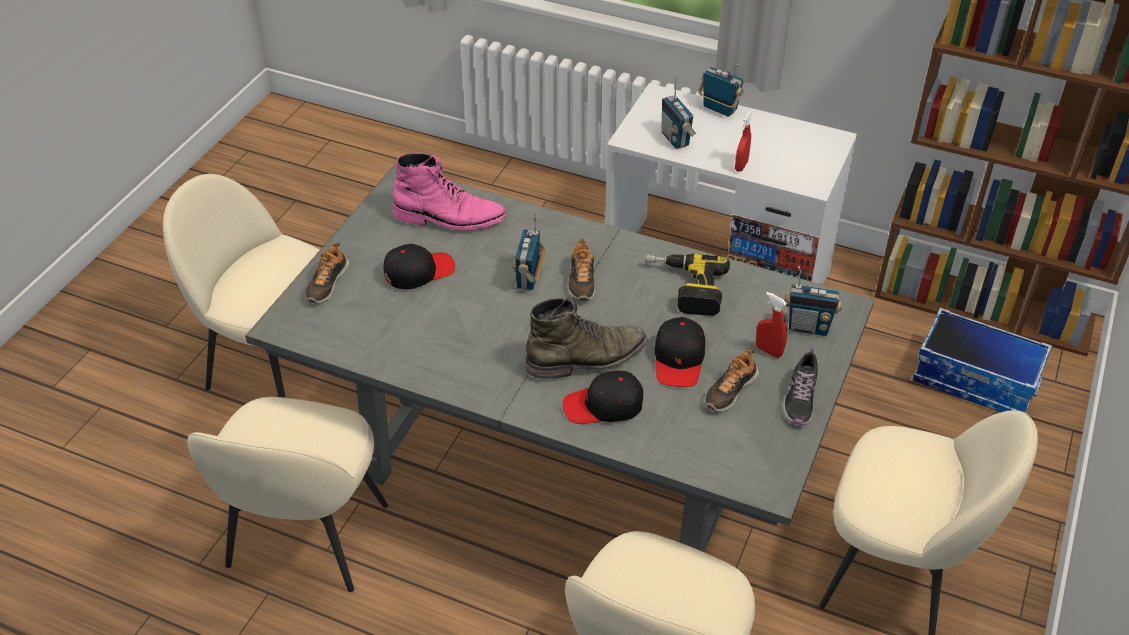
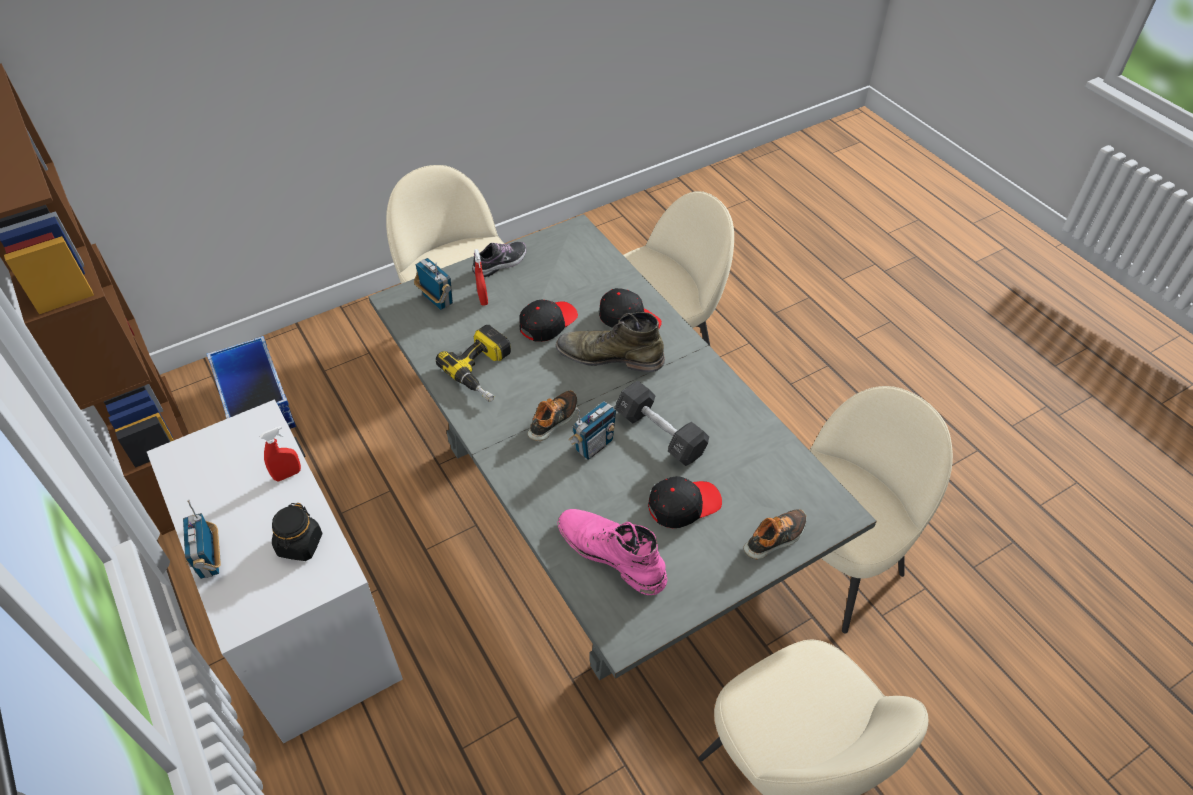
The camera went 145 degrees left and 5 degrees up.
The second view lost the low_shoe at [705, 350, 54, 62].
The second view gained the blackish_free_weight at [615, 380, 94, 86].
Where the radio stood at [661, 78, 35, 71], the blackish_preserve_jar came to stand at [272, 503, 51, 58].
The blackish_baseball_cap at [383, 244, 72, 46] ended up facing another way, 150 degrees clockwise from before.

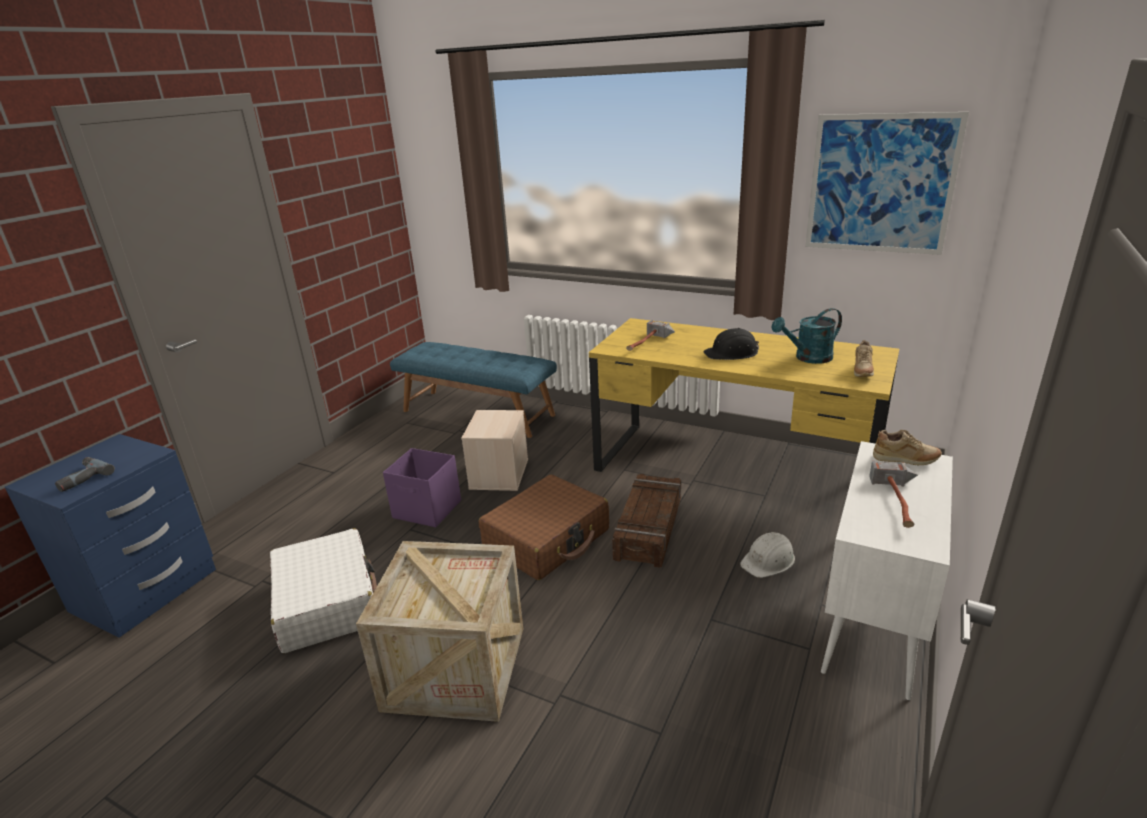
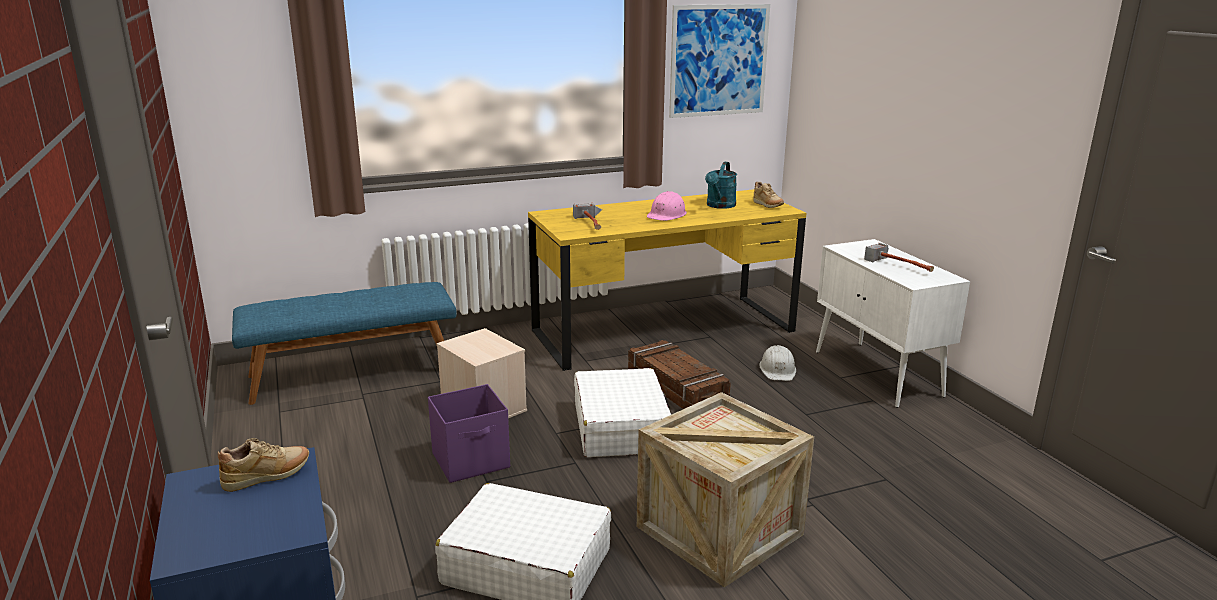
The camera went 50 degrees left and 5 degrees down.
The second view lost the electric_drill at [55, 457, 60, 35].
The beige-coloured_low_shoe ended up elsewhere, having gone from [873, 430, 69, 35] to [218, 438, 91, 54].
What was the brown_travel_case at [479, 475, 130, 105] turned into the white_travel_case at [574, 368, 97, 89].
What was the blackish_work_helmet at [703, 328, 56, 32] turned into the pinkish_work_helmet at [647, 191, 40, 30].

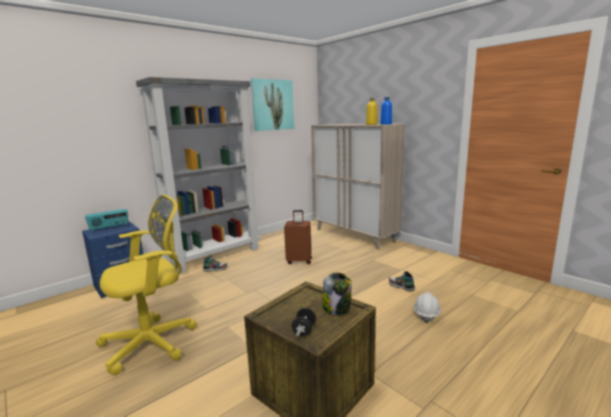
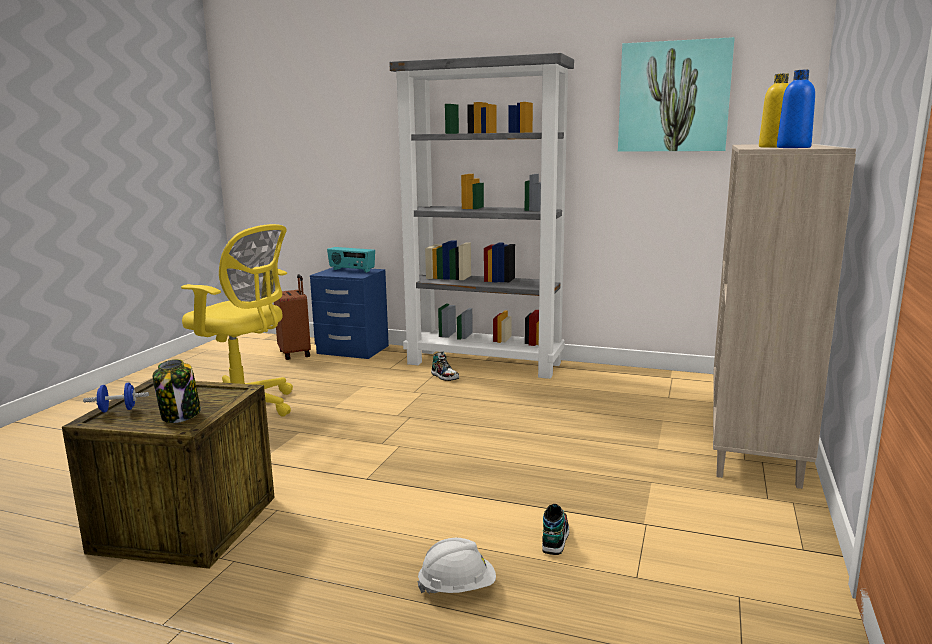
The camera went 60 degrees right and 0 degrees up.
The brown_travel_case ended up elsewhere, having gone from [284, 210, 28, 54] to [274, 274, 37, 86].
What was the blackish_free_weight at [292, 308, 24, 28] turned into the blue-coloured_free_weight at [83, 383, 66, 30].

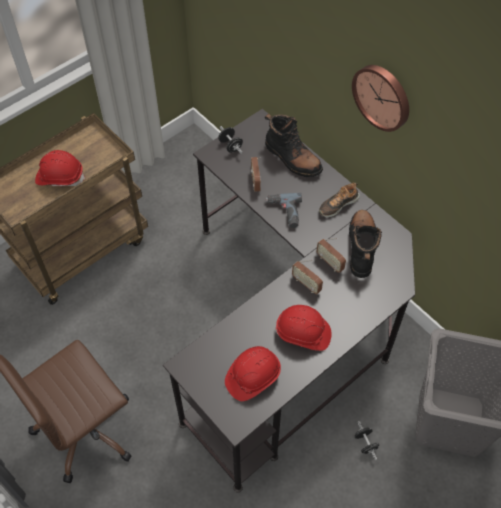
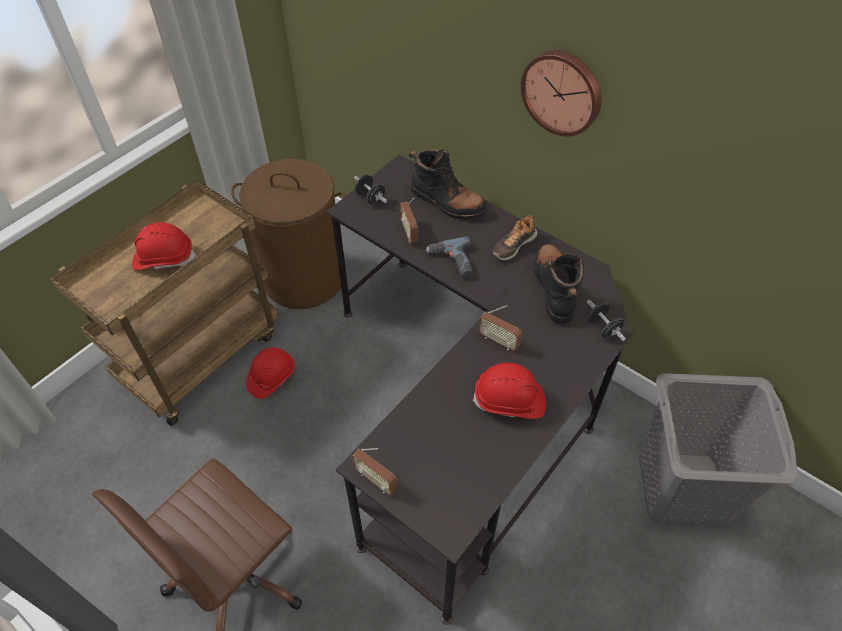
The camera went 10 degrees left and 5 degrees down.
The second view gained the brown_laundry_basket at [231, 159, 114, 150].
The red-coloured_work_helmet ended up elsewhere, having gone from [225, 346, 56, 55] to [246, 347, 49, 52].
The radio ended up elsewhere, having gone from [316, 238, 30, 35] to [352, 448, 45, 47].
The blackish_free_weight ended up elsewhere, having gone from [355, 421, 24, 39] to [587, 300, 39, 41].

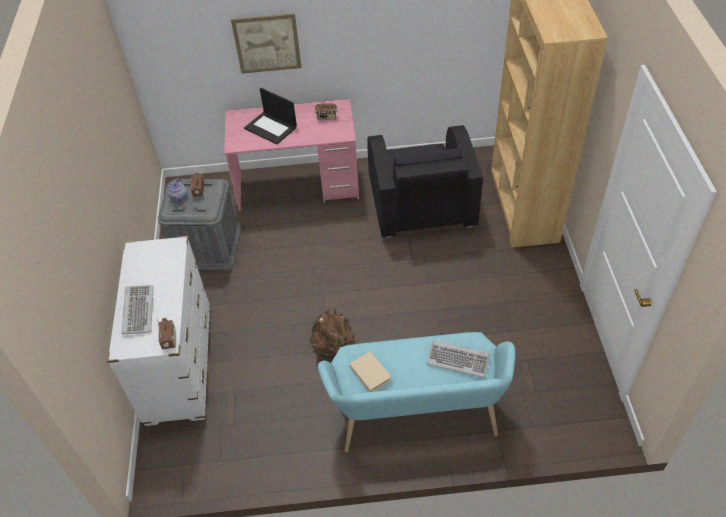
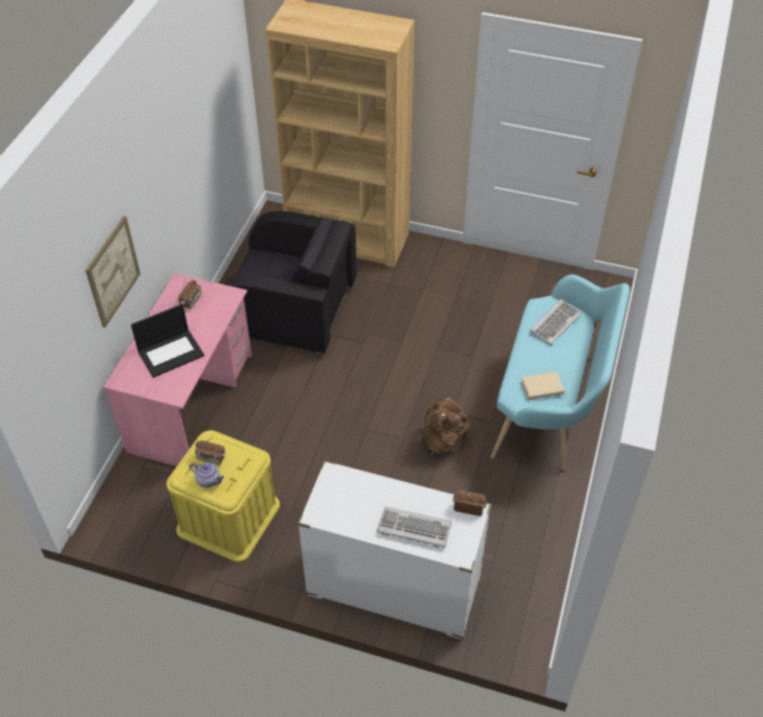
The camera went 70 degrees left and 0 degrees up.
What was the gray_storage_container at [158, 179, 83, 91] turned into the yellow-coloured_storage_container at [166, 430, 114, 132].

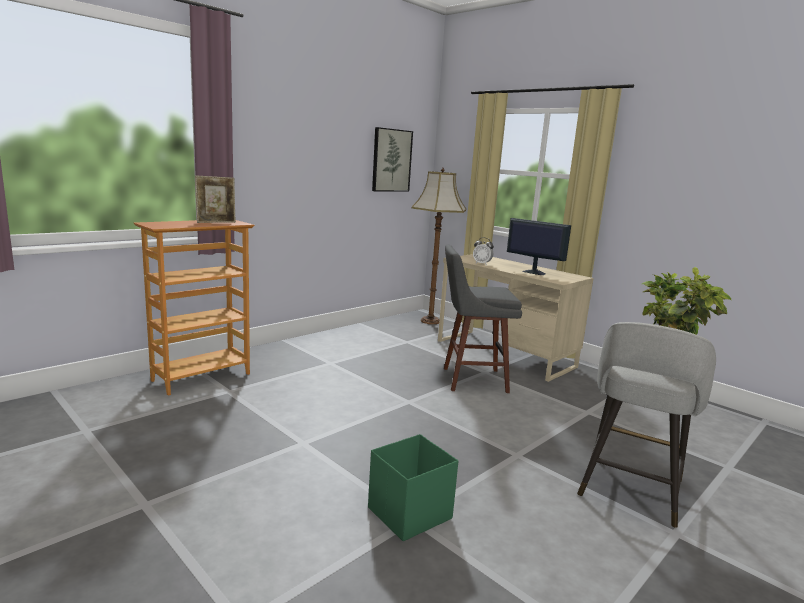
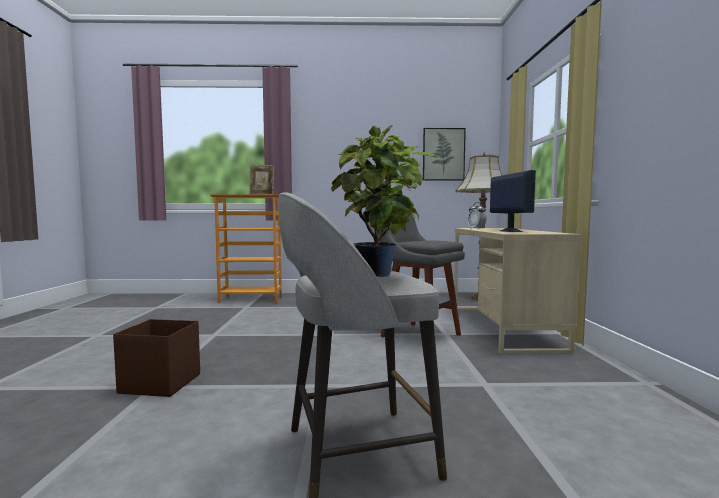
The camera went 45 degrees right and 10 degrees down.
What was the green-coloured_storage_container at [368, 434, 90, 107] turned into the brown_storage_container at [113, 319, 87, 78].

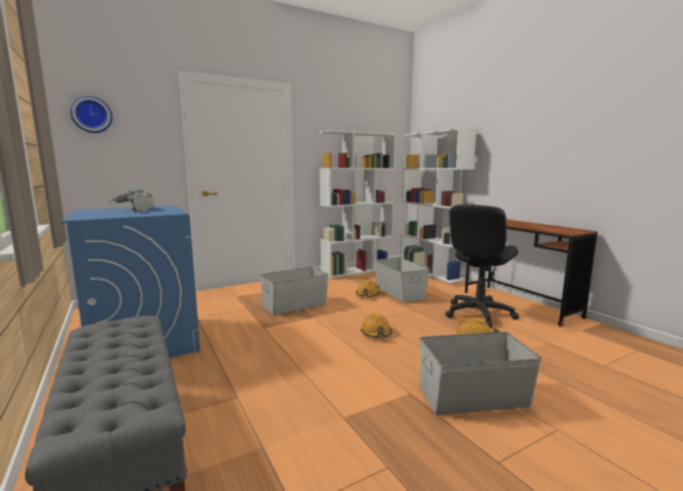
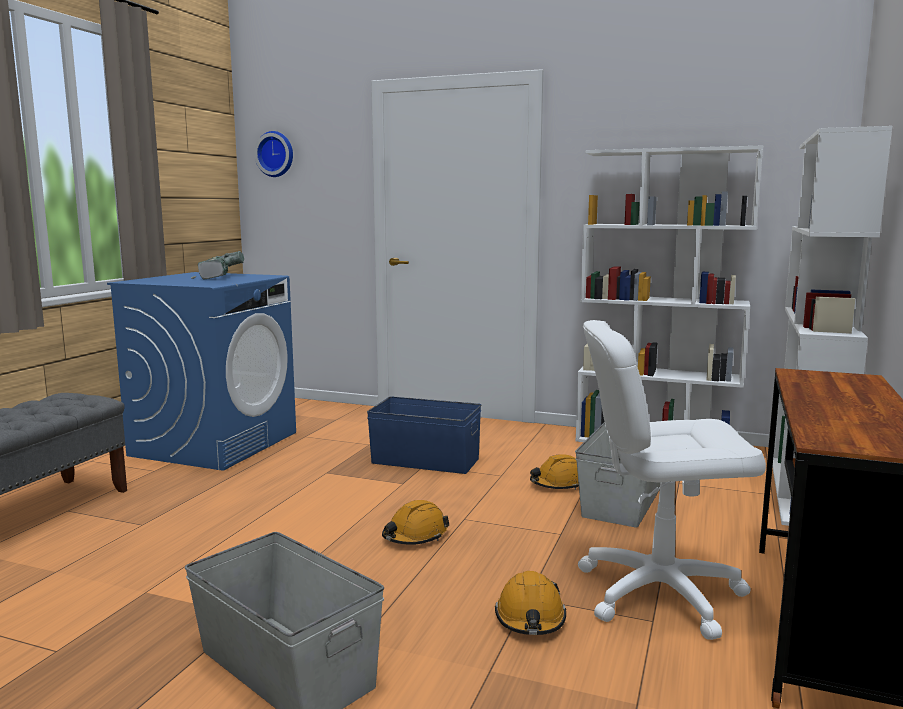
The camera went 50 degrees right and 0 degrees up.
What was the gray_storage_container at [260, 267, 68, 48] turned into the blue-coloured_storage_container at [367, 396, 114, 78].
What was the blackish_office_chair at [445, 204, 74, 124] turned into the white_office_chair at [578, 320, 188, 320].

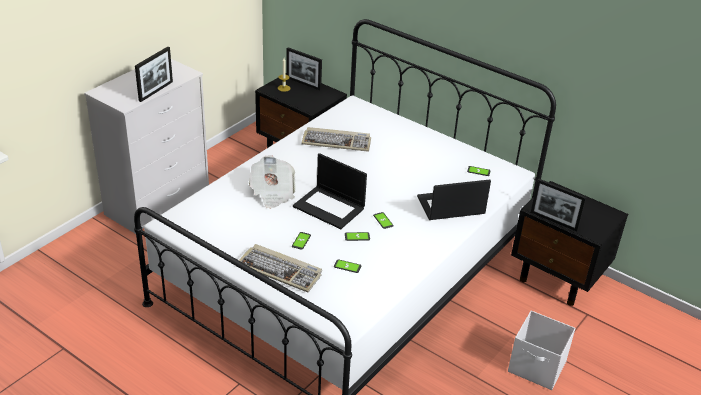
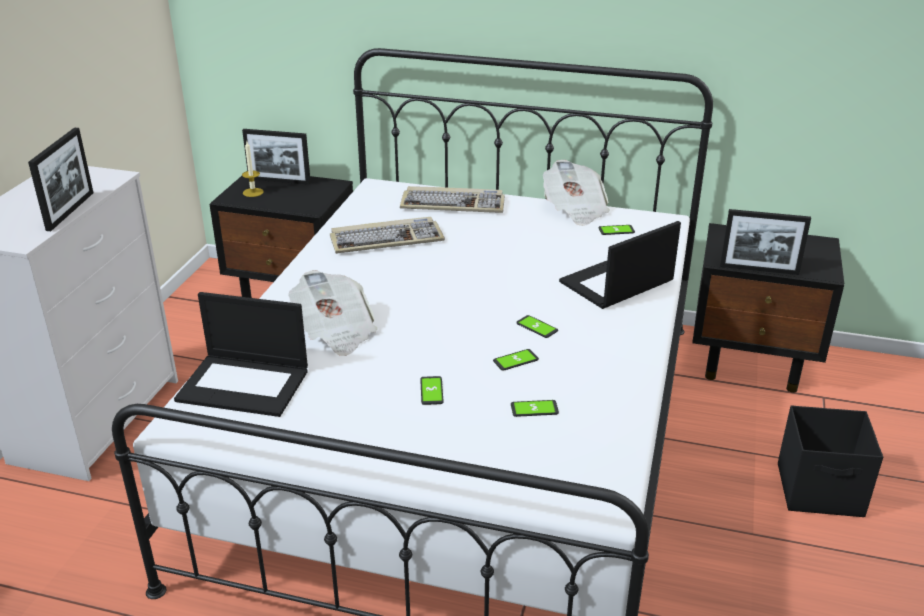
The camera went 20 degrees left and 5 degrees down.
The second view gained the daily_paper at [543, 160, 67, 66].
The PC_keyboard ended up elsewhere, having gone from [239, 244, 83, 49] to [400, 186, 105, 27].
The notebook_computer ended up elsewhere, having gone from [293, 153, 74, 76] to [174, 292, 134, 125].
What was the white_storage_container at [508, 310, 67, 80] turned into the blackish_storage_container at [778, 405, 105, 112].

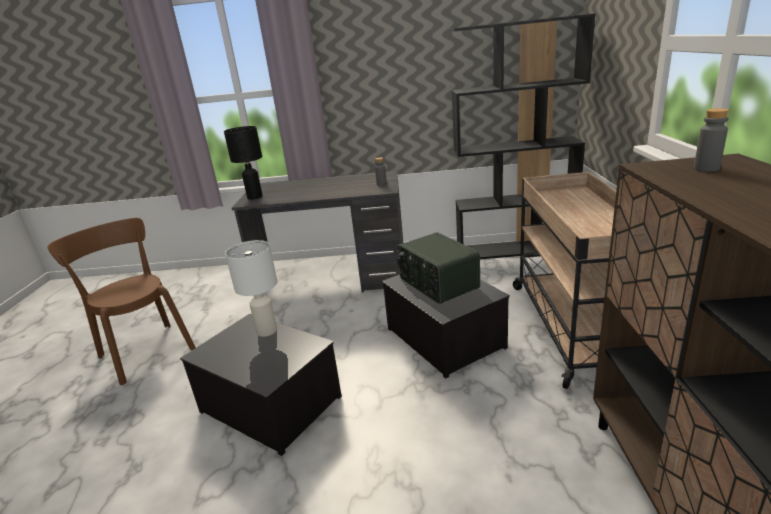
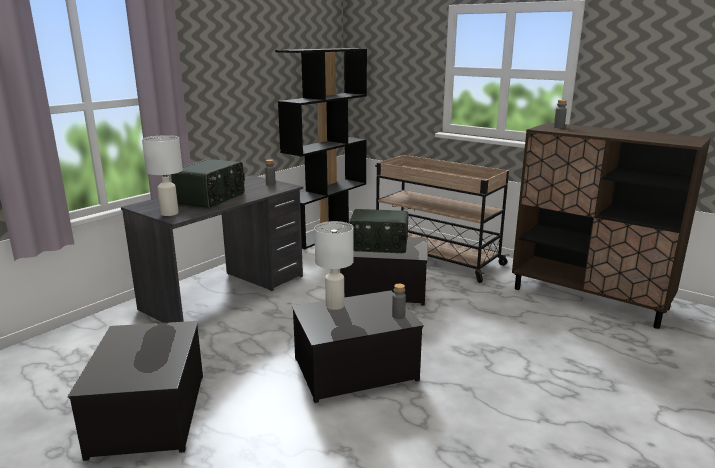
The camera went 55 degrees left and 5 degrees down.
The second view gained the radio at [171, 159, 74, 49].
The second view gained the gray_drink_bottle at [392, 284, 14, 35].
Where the brown_plain_chair stood at [48, 218, 148, 167], the storage_container came to stand at [68, 321, 135, 140].
What was the blackish_tabletop_lamp at [224, 126, 39, 73] turned into the white_tabletop_lamp at [142, 135, 41, 81].

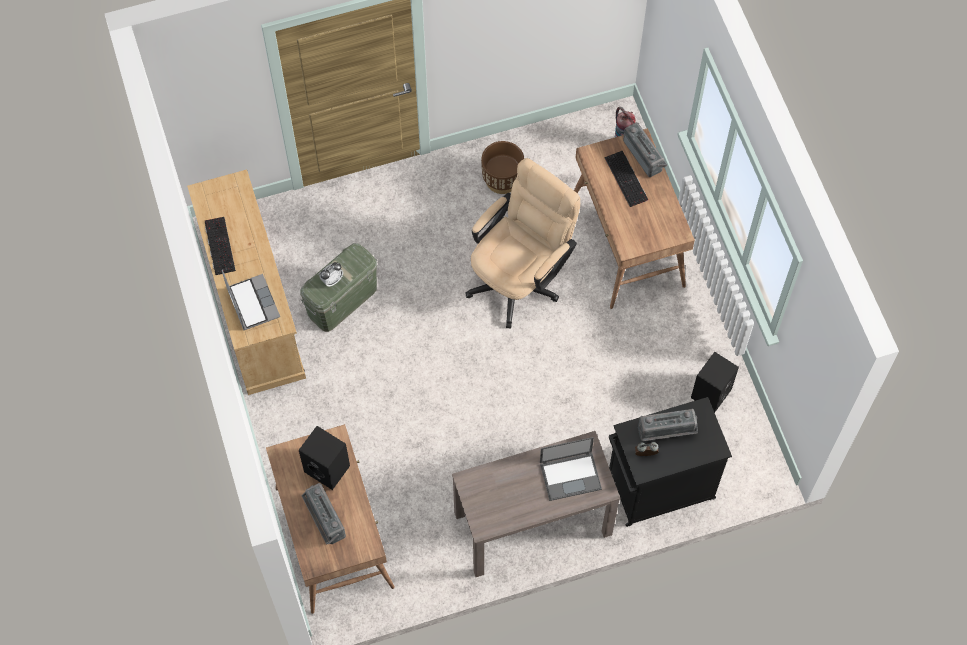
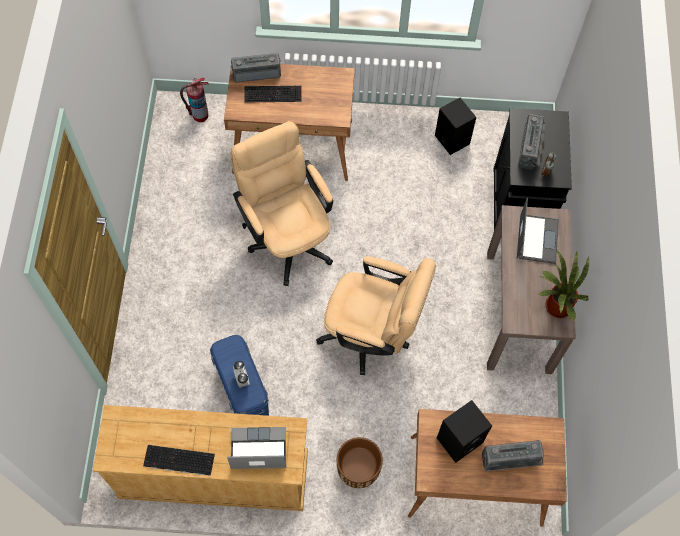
The camera went 70 degrees left and 0 degrees up.
The second view gained the beige-coloured_office_chair at [316, 256, 120, 119].
The second view gained the plant_in_a_pot at [538, 250, 51, 73].
The brown_flower_pot ended up elsewhere, having gone from [481, 141, 43, 53] to [337, 437, 46, 51].
What was the green-coloured_storage_container at [300, 243, 77, 89] turned into the blue-coloured_storage_container at [210, 335, 59, 81].

